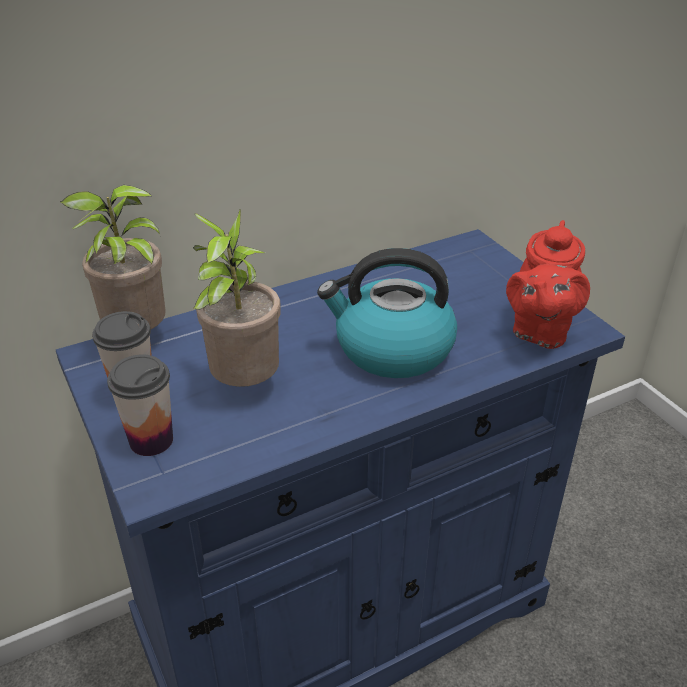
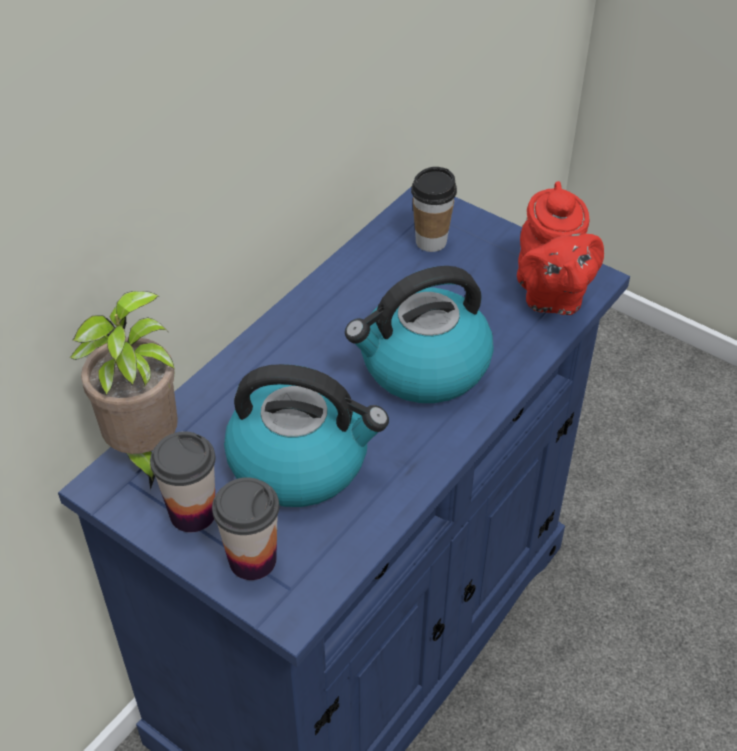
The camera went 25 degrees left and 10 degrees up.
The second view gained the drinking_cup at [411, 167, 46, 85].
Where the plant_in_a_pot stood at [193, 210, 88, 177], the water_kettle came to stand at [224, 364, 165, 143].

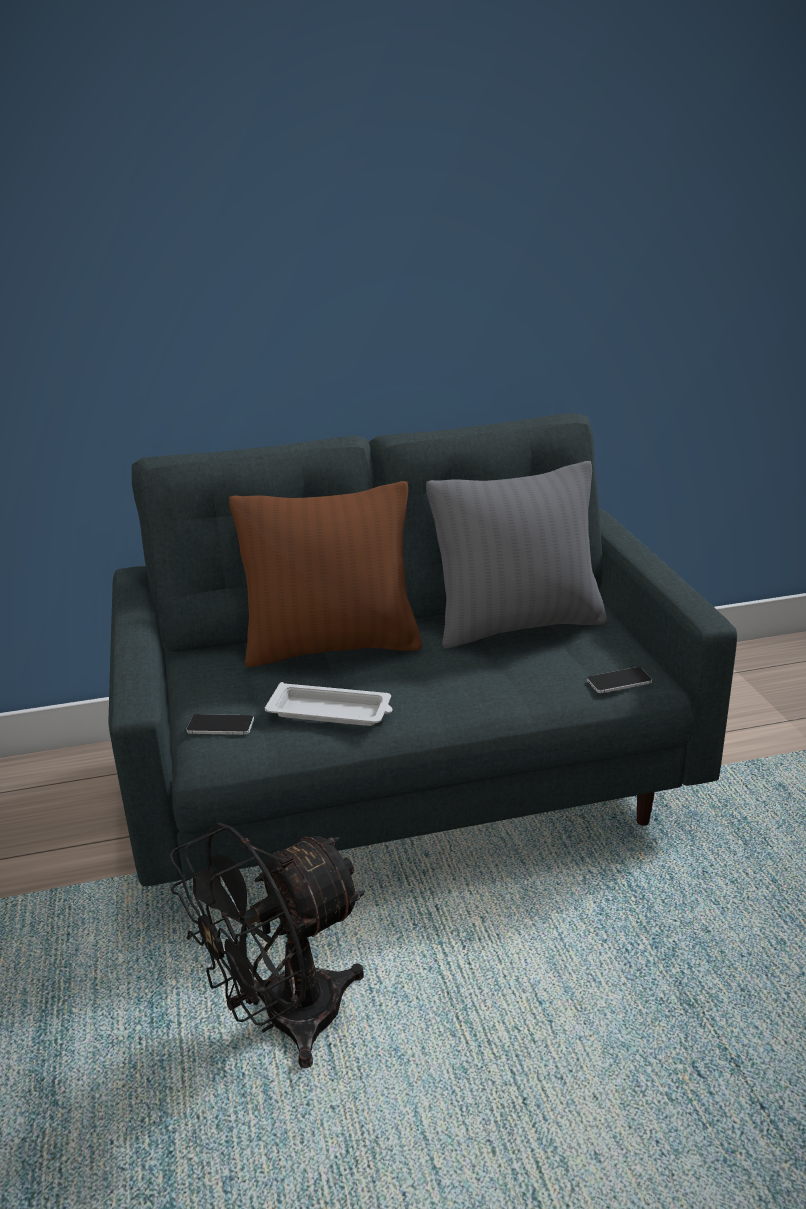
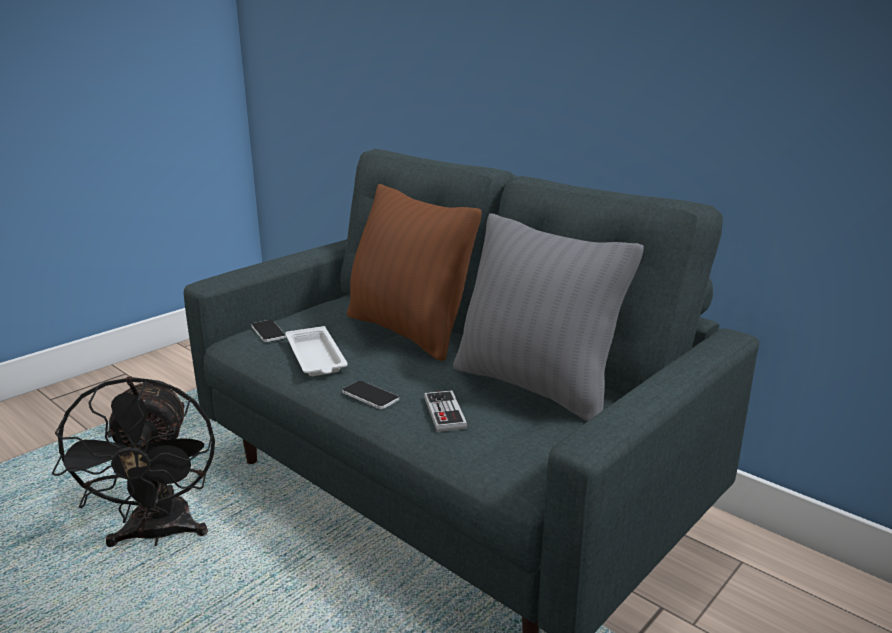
The camera went 55 degrees right and 5 degrees down.
The second view gained the game_controller at [424, 390, 43, 42].
The telephone ended up elsewhere, having gone from [587, 667, 65, 26] to [342, 381, 57, 28].
The blackish_electric_fan at [170, 823, 195, 245] ended up facing another way, 120 degrees counterclockwise from before.

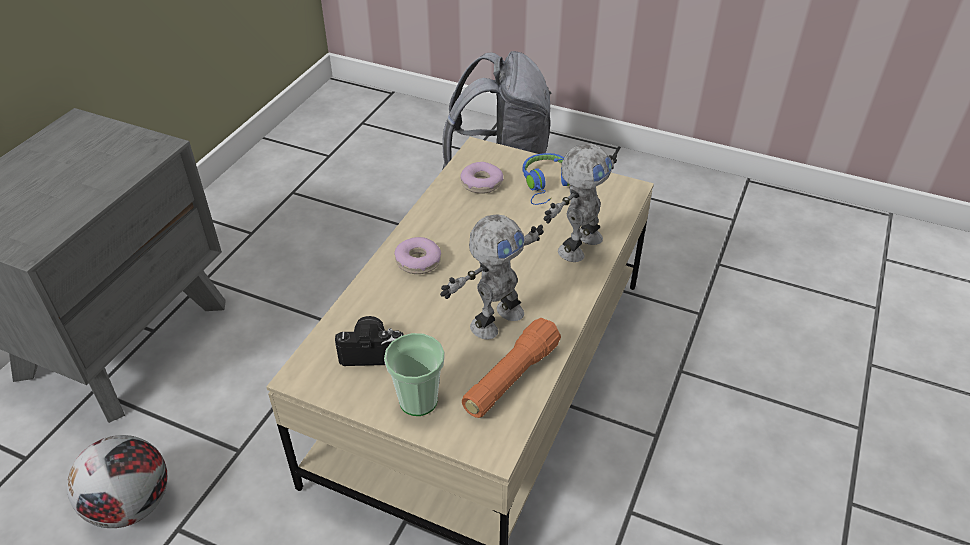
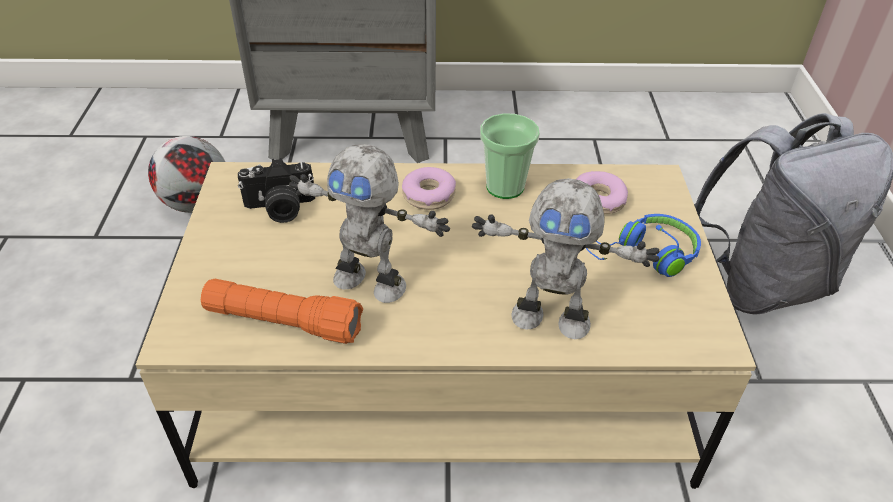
The camera went 65 degrees right and 0 degrees up.
The drinking_cup ended up elsewhere, having gone from [384, 333, 61, 83] to [480, 113, 60, 86].
The photo_camera at [335, 316, 69, 50] ended up facing another way, 105 degrees clockwise from before.

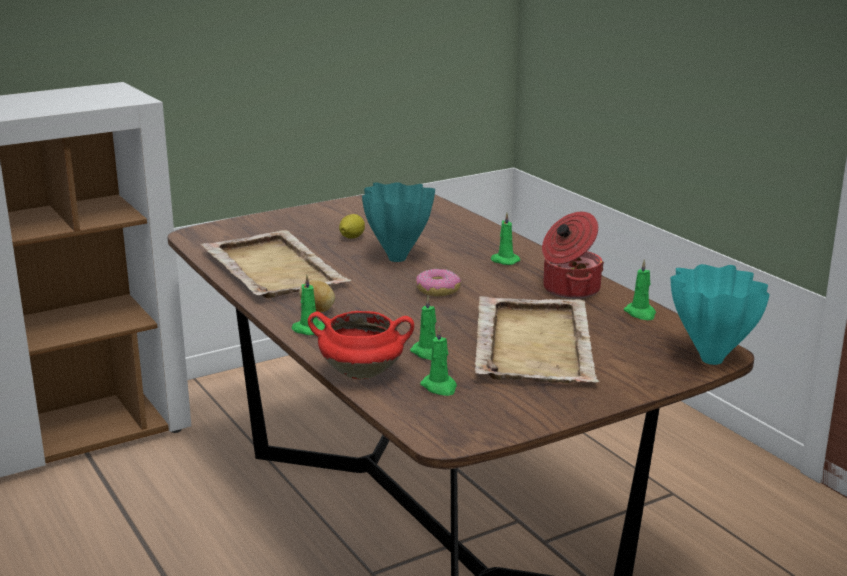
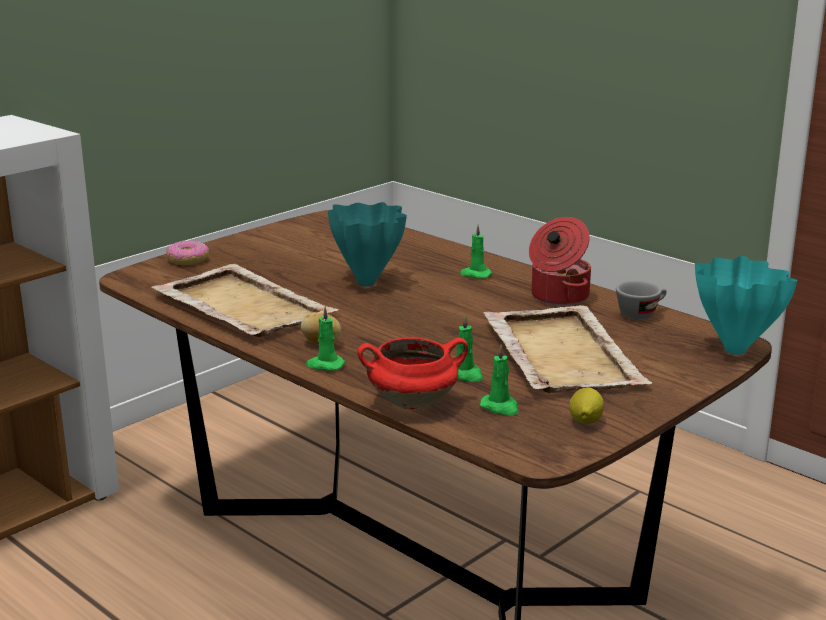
The camera went 15 degrees left and 0 degrees up.
The lemon ended up elsewhere, having gone from [339, 214, 26, 25] to [569, 387, 35, 37].
The donut ended up elsewhere, having gone from [416, 269, 45, 27] to [166, 240, 43, 25].
Where the green-coloured_candle stood at [624, 259, 32, 61], the gray_drinking_cup came to stand at [616, 281, 51, 38].

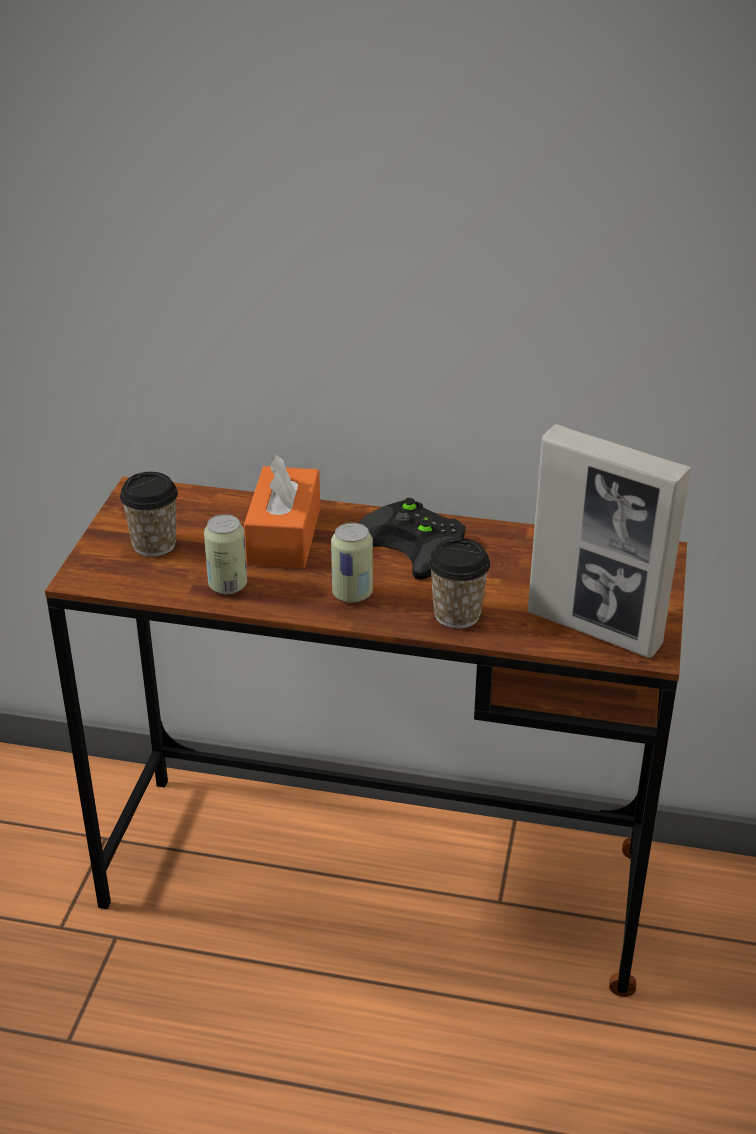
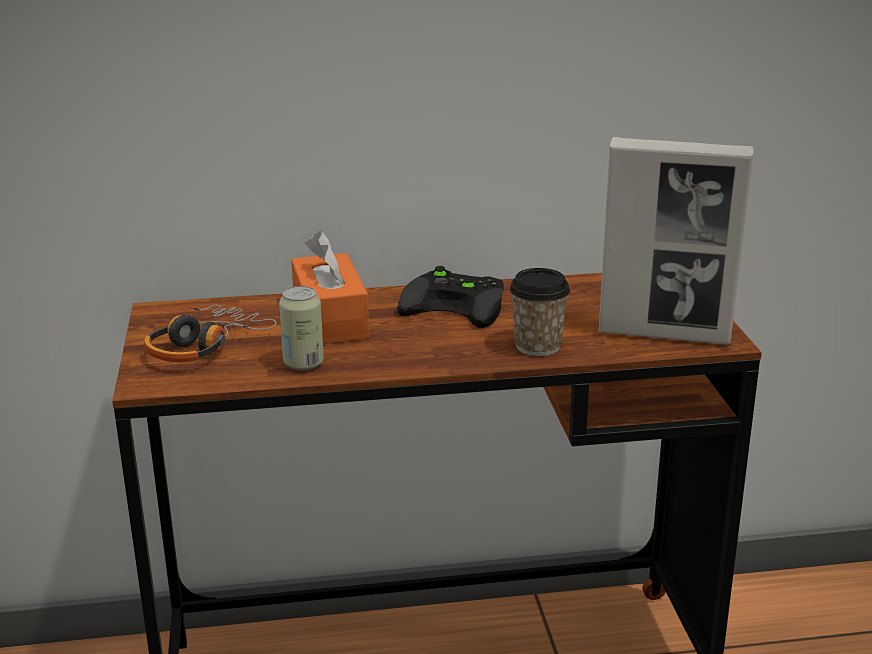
The camera went 20 degrees left and 10 degrees down.
The second view lost the can at [331, 523, 42, 80].
Where the drinking_cup stood at [120, 472, 58, 85], the headphones came to stand at [144, 305, 132, 57].

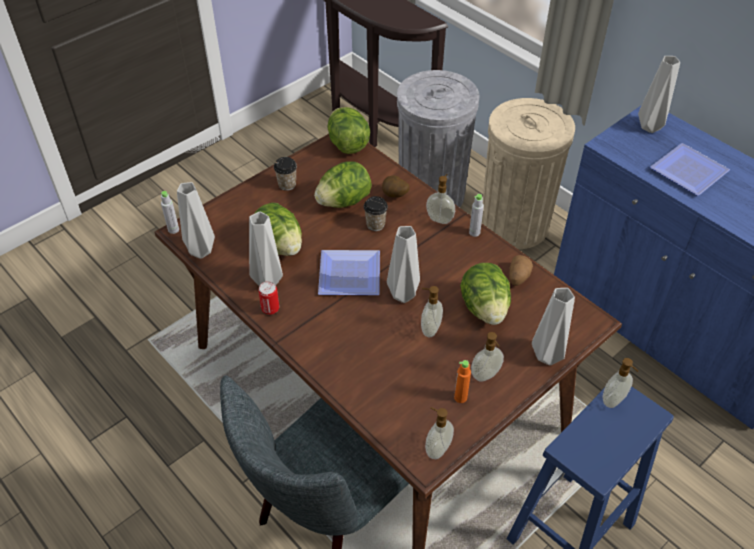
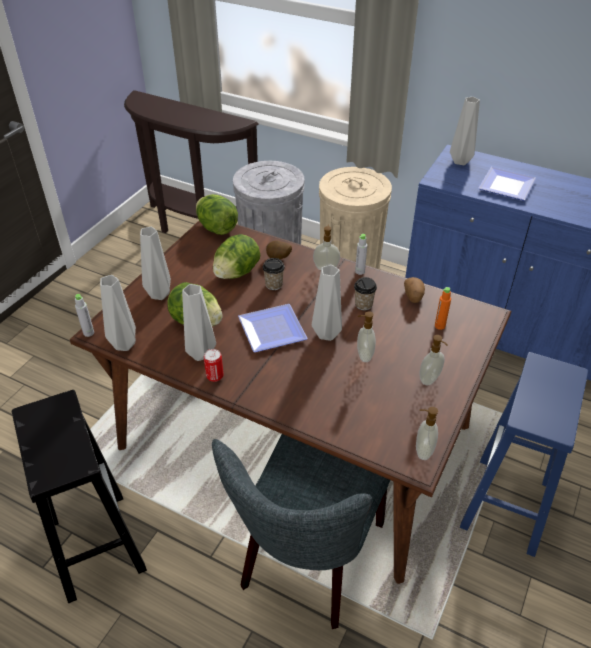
The camera went 20 degrees left and 5 degrees down.
The second view lost the lettuce_head at [460, 263, 51, 62].
The second view lost the liquid_soap_bottle at [602, 358, 36, 50].
The second view gained the blackish_stool at [12, 390, 135, 213].
The drinking_cup ended up elsewhere, having gone from [274, 157, 23, 34] to [354, 277, 23, 34].
The orange_drink_bottle ended up elsewhere, having gone from [454, 360, 17, 43] to [435, 287, 16, 43].
The gray_vase ended up elsewhere, having gone from [532, 288, 43, 77] to [140, 227, 31, 73].

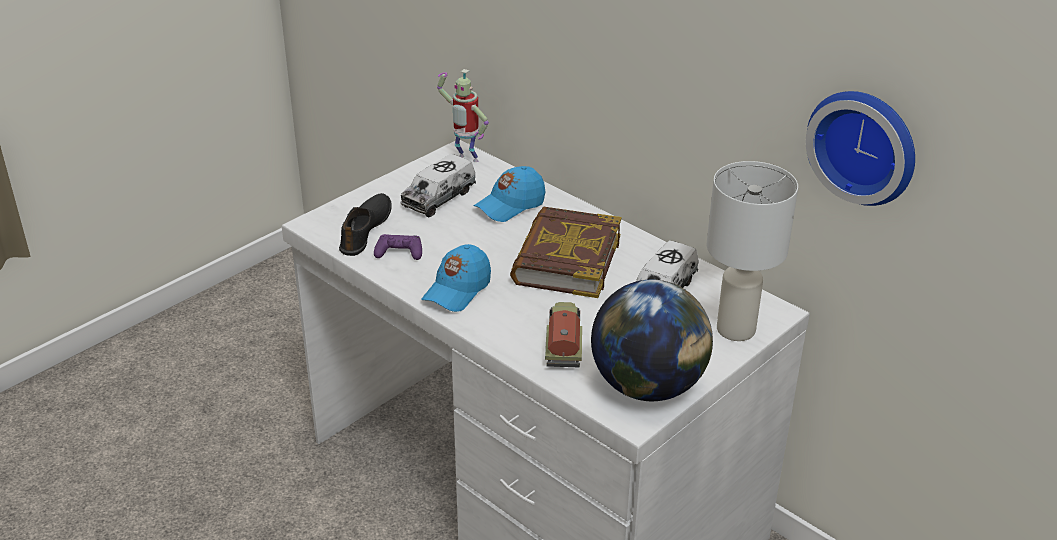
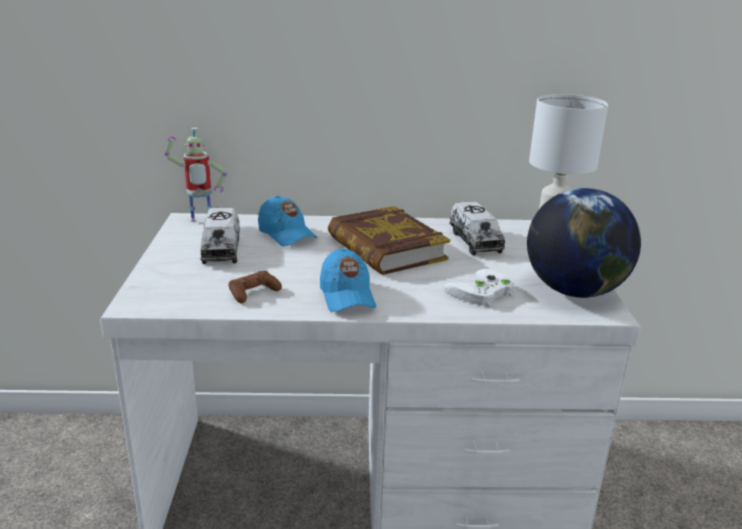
The camera went 45 degrees left and 10 degrees down.
The second view lost the blackish_low_shoe at [339, 193, 53, 63].
The second view lost the clock_on_the_wall at [806, 91, 109, 115].
Where the model_truck stood at [545, 302, 37, 66], the white_game_controller came to stand at [444, 269, 70, 38].
What was the purplish_game_controller at [374, 234, 48, 26] turned into the brown_game_controller at [228, 271, 54, 32].
The blue-coloured_baseball_cap at [473, 166, 73, 56] ended up facing another way, 45 degrees counterclockwise from before.

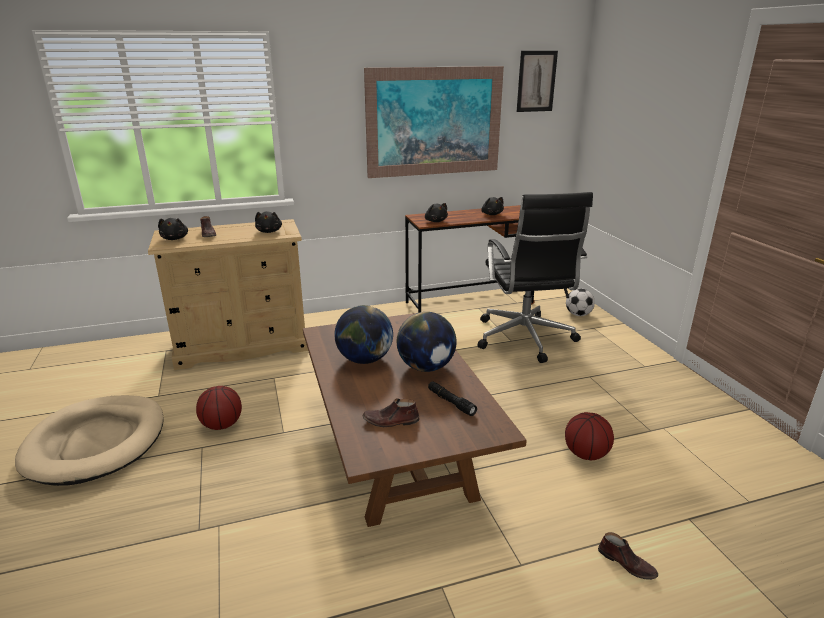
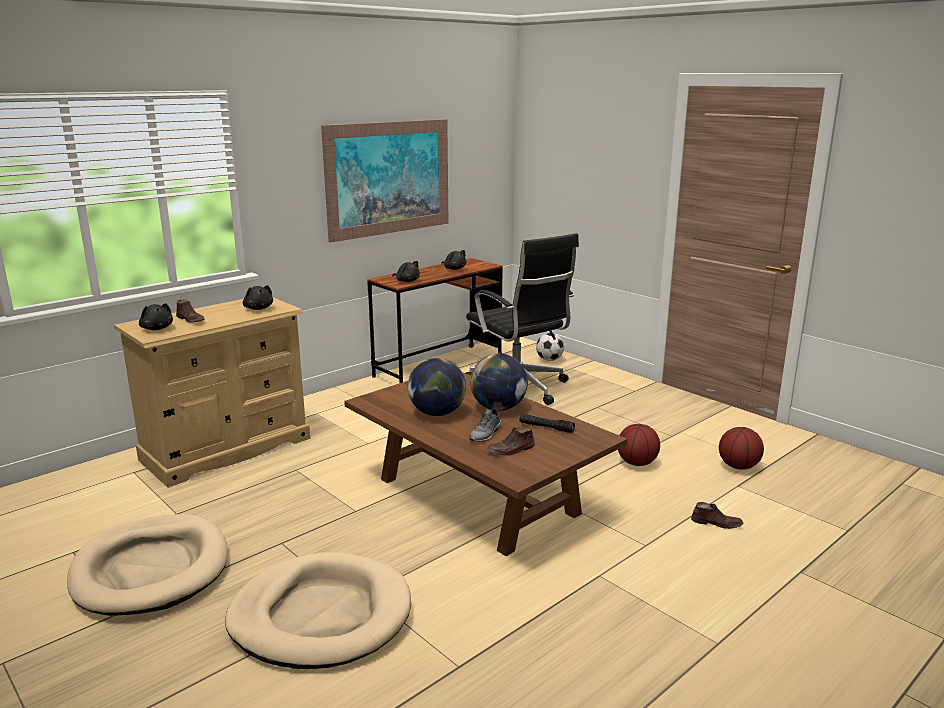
The camera went 25 degrees left and 5 degrees down.
The second view lost the picture at [517, 51, 41, 61].
The second view gained the beige-coloured_dog_cushion at [225, 552, 186, 117].
The second view gained the gray_low_shoe at [469, 407, 33, 35].
The ball_for_basketball ended up elsewhere, having gone from [196, 386, 46, 44] to [719, 427, 45, 43].

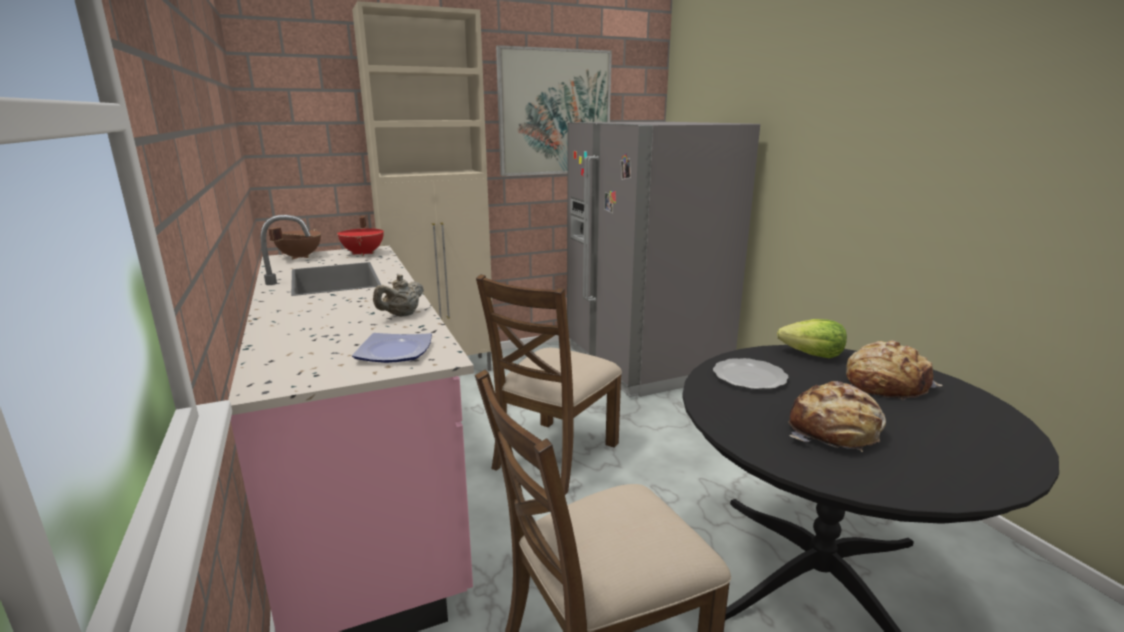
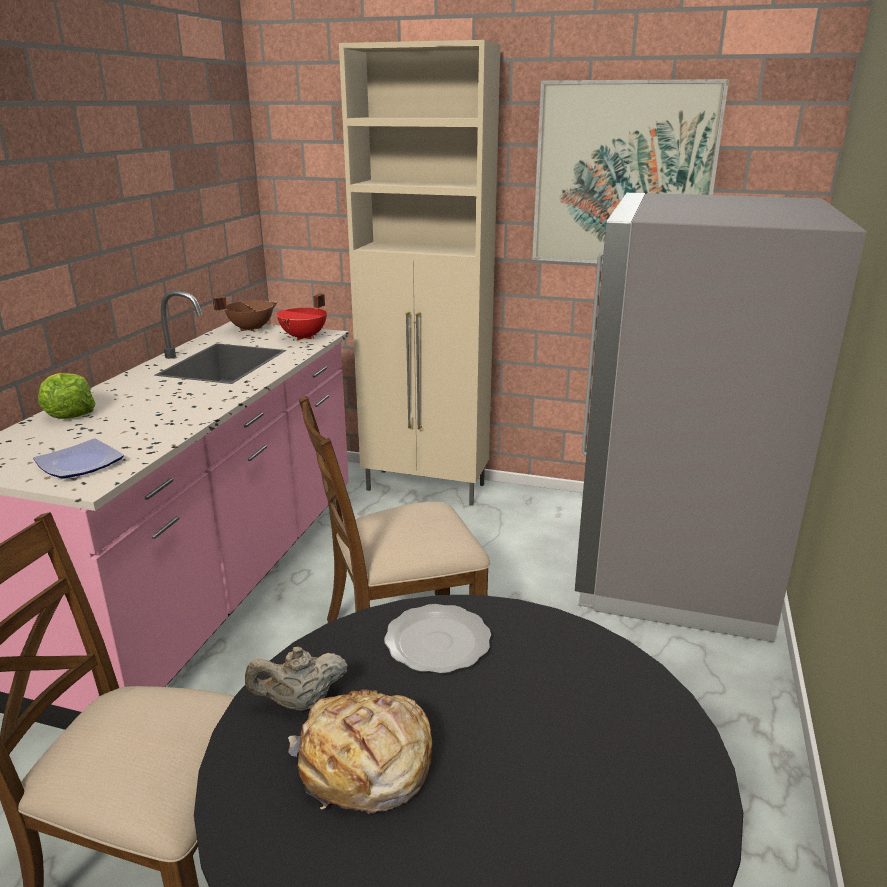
The camera went 40 degrees right and 5 degrees up.
The second view lost the bread at [846, 340, 96, 60].
The beige-coloured_pot_for_tea ended up elsewhere, having gone from [373, 274, 51, 43] to [245, 647, 103, 64].
The lettuce_head ended up elsewhere, having gone from [777, 319, 70, 39] to [38, 373, 58, 46].

